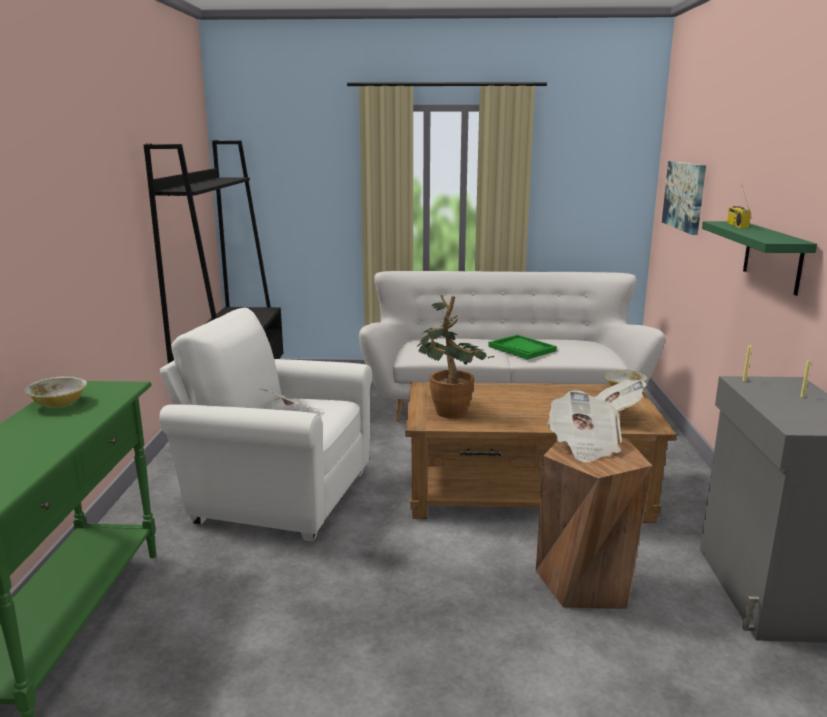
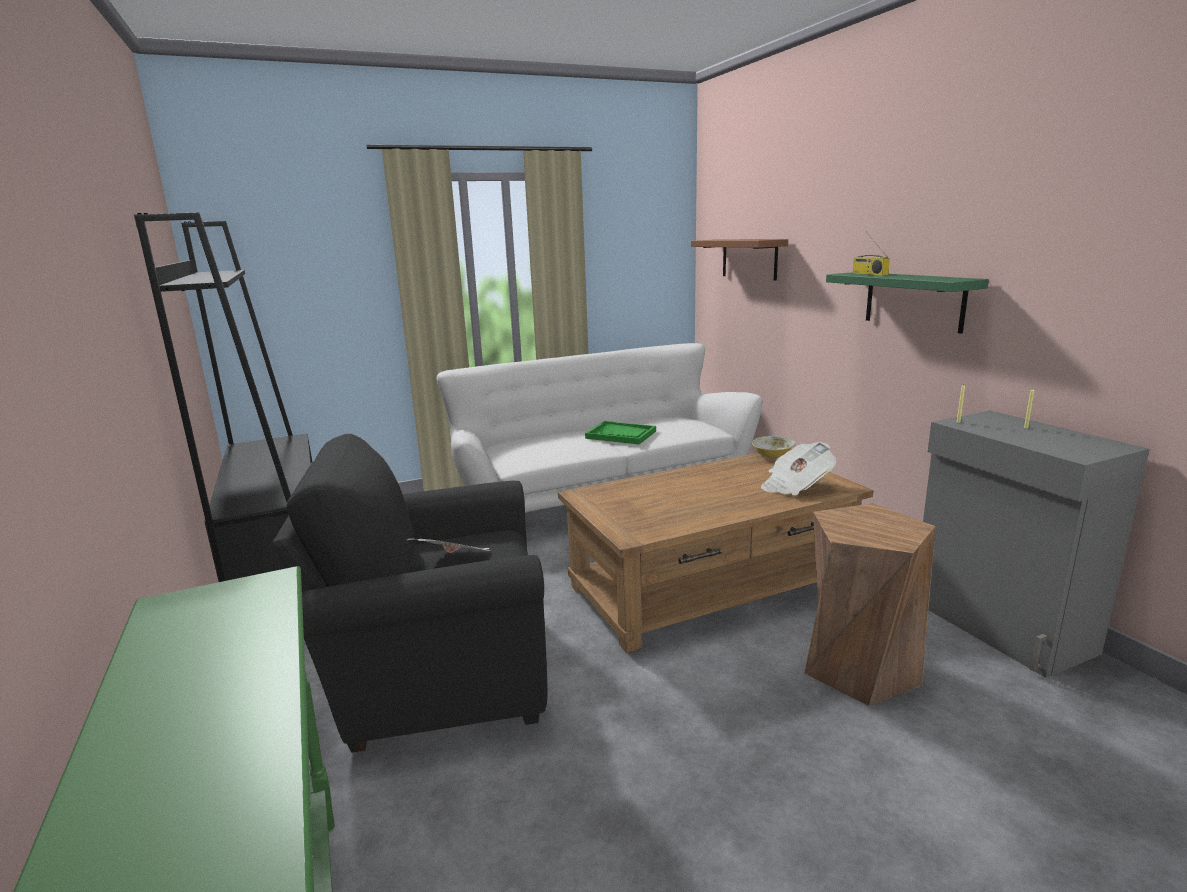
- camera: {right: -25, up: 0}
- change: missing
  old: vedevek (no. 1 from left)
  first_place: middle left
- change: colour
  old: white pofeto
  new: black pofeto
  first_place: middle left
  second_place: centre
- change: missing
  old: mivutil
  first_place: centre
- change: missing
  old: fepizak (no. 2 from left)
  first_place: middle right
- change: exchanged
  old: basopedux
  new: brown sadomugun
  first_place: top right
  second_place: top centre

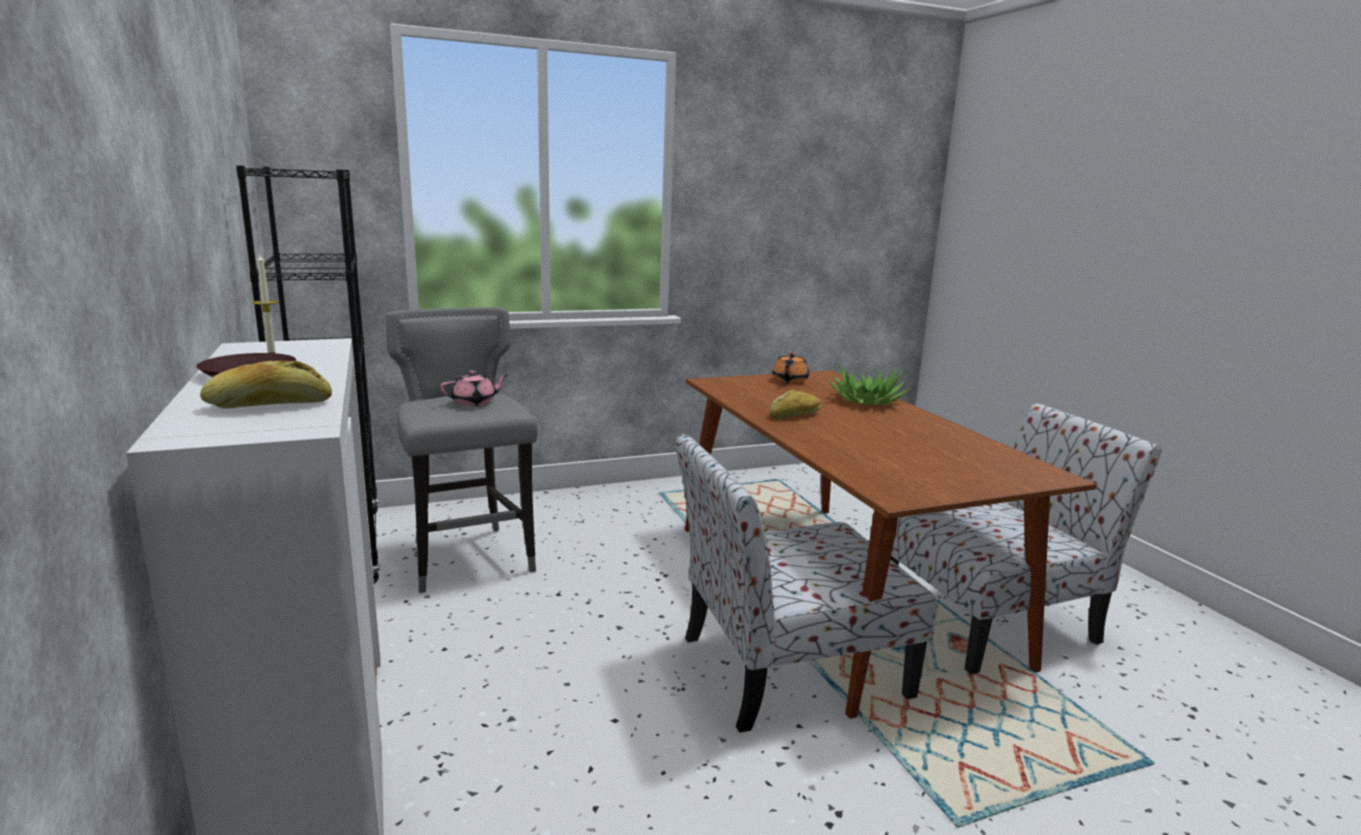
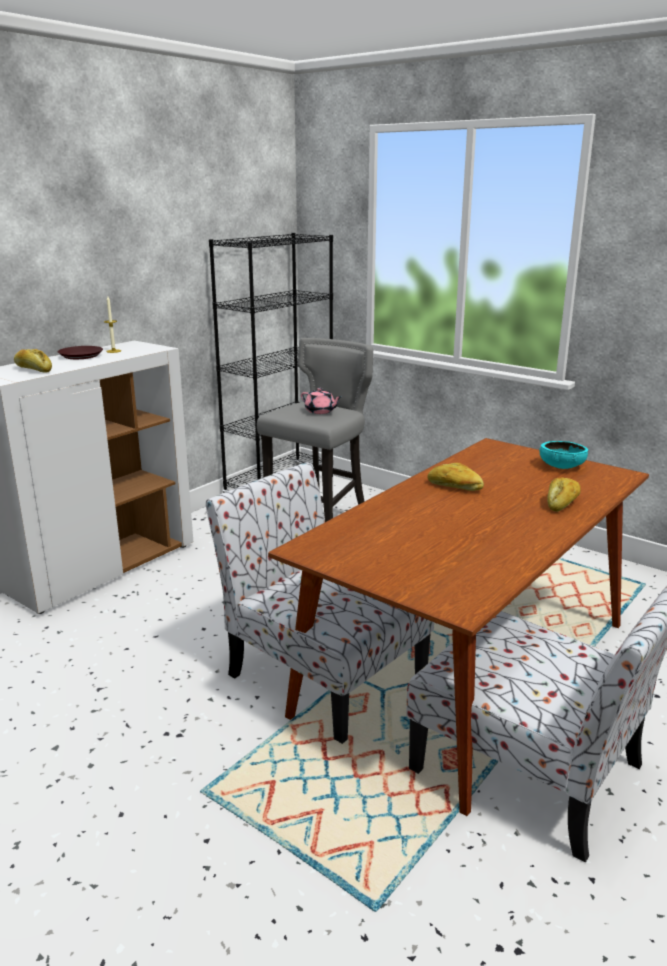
- camera: {right: 60, up: 5}
- change: exchanged
  old: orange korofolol
  new: turquoise vedevek
  first_place: centre
  second_place: middle right
- change: exchanged
  old: mivutil
  new: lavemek (no. 3 from left)
  first_place: centre
  second_place: middle right

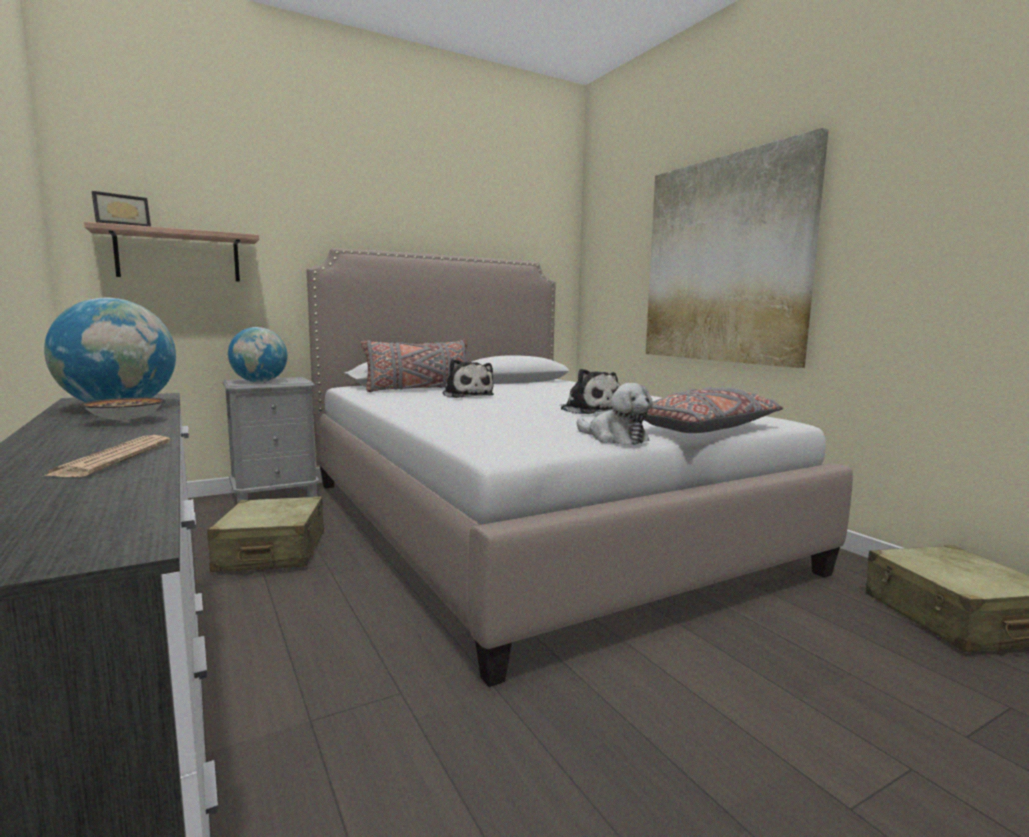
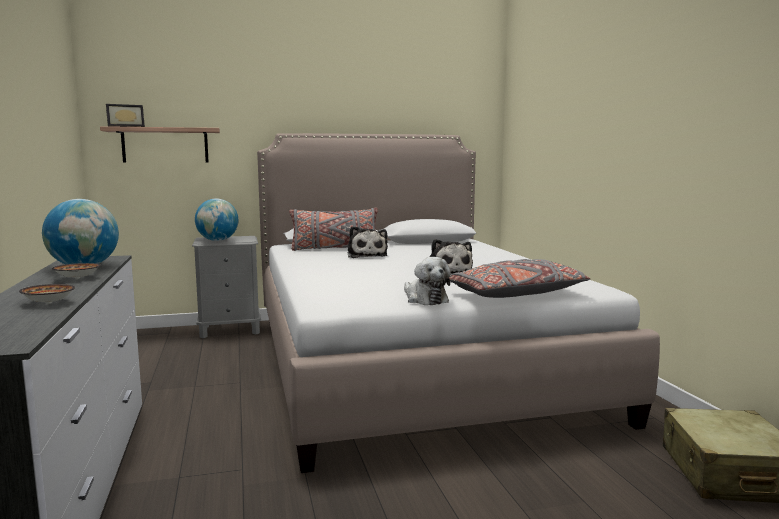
- camera: {right: 15, up: 0}
- change: exchanged
  old: fepizak
  new: vedevek (no. 1 from left)
  first_place: middle left
  second_place: middle left
- change: missing
  old: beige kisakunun (no. 1 from left)
  first_place: middle left
- change: missing
  old: basopedux
  first_place: top right

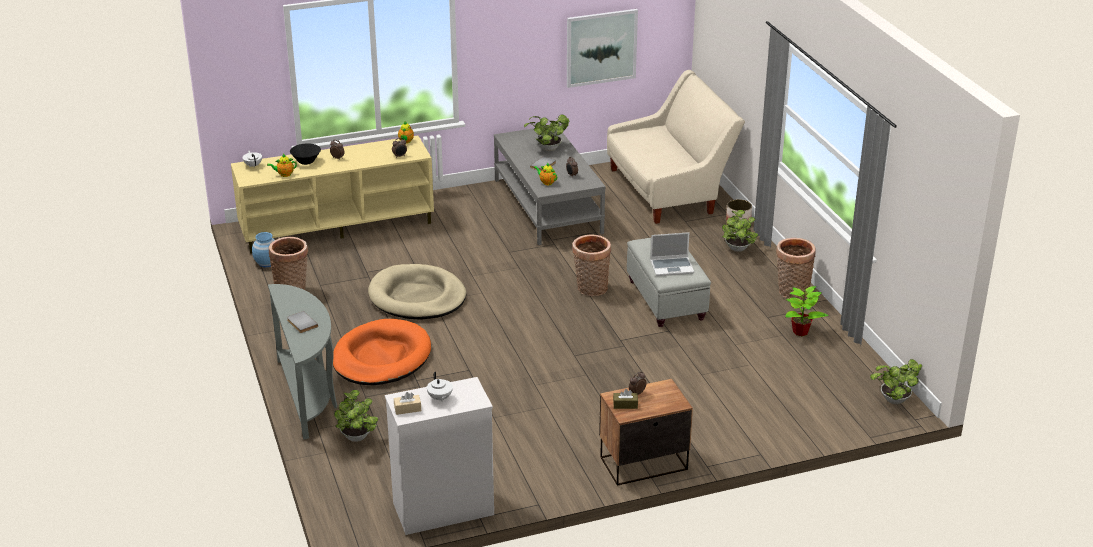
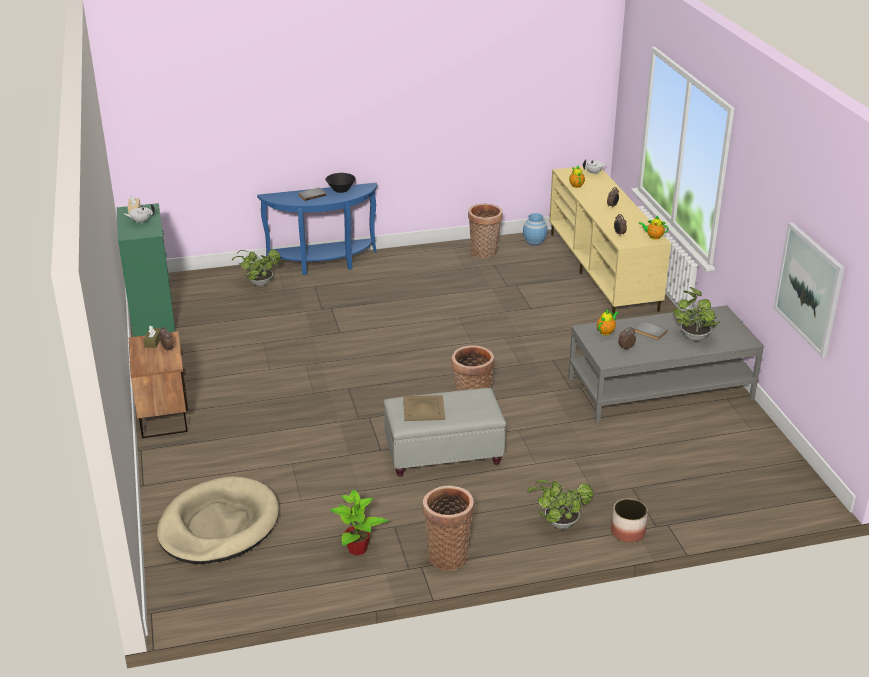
- camera: {right: 95, up: 0}
- change: colour
  old: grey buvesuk
  new: blue buvesuk
  first_place: middle left
  second_place: centre
- change: relocated
  old: black vedevek
  first_place: top left
  second_place: top centre
- change: missing
  old: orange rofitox
  first_place: centre
- change: relocated
  old: beige rofitox
  first_place: centre
  second_place: bottom left
- change: colour
  old: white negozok
  new: green negozok
  first_place: bottom centre
  second_place: middle left
- change: missing
  old: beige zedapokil
  first_place: top centre
- change: exchanged
  old: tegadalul
  new: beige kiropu
  first_place: centre
  second_place: centre
- change: missing
  old: mivutil (no. 5 from left)
  first_place: bottom right

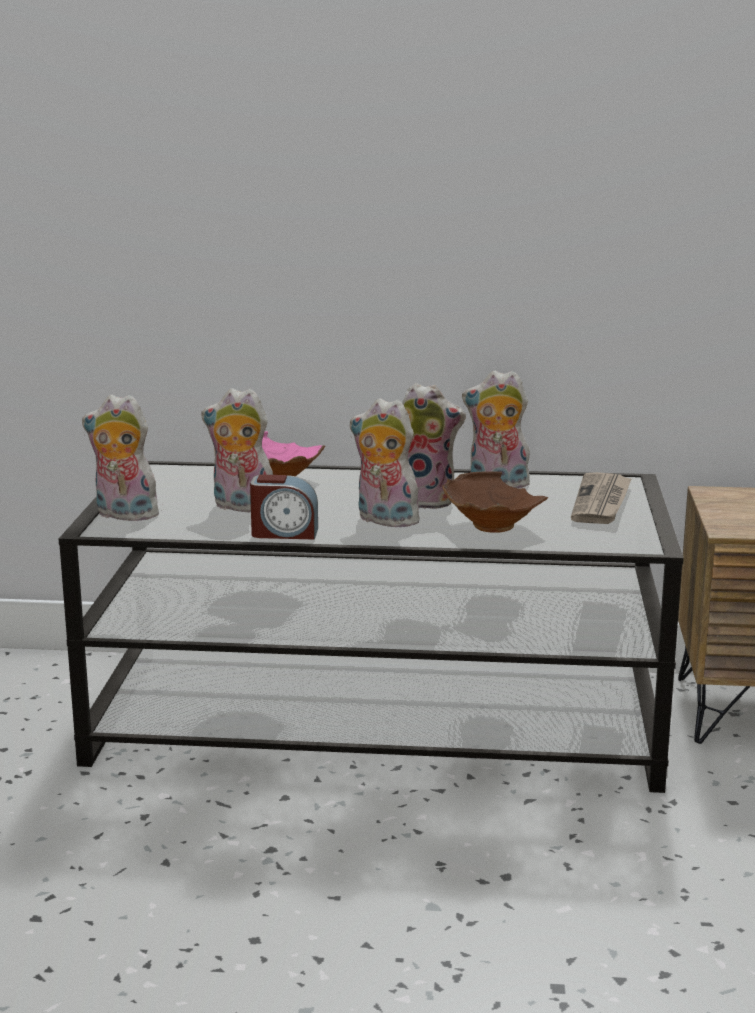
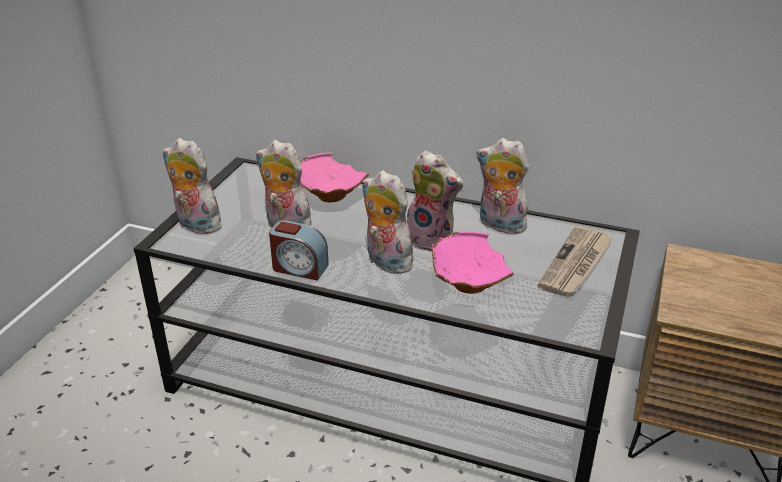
- camera: {right: 15, up: 15}
- change: colour
  old: brown vedevek
  new: pink vedevek (no. 2 from left)
  first_place: centre
  second_place: centre

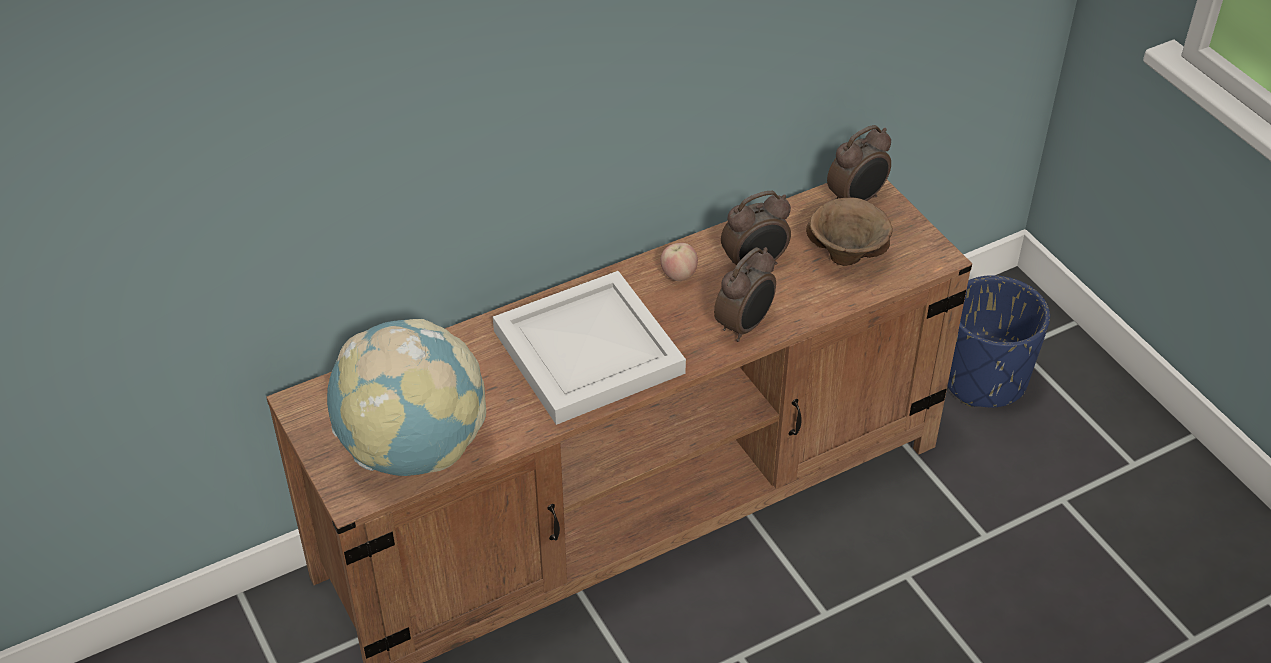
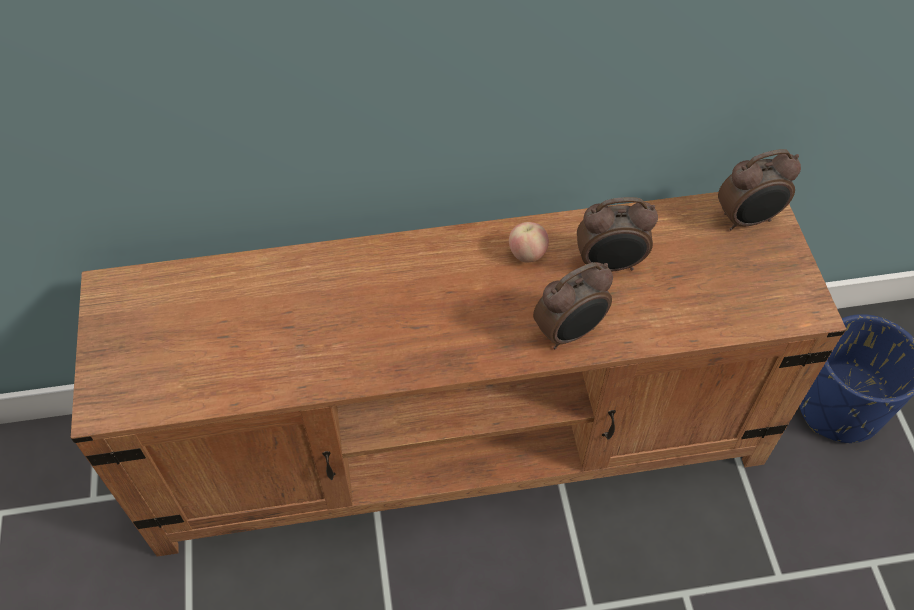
- camera: {right: 20, up: 10}
- change: missing
  old: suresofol
  first_place: middle left
- change: missing
  old: white kiropu
  first_place: centre
- change: missing
  old: brown vedevek
  first_place: middle right

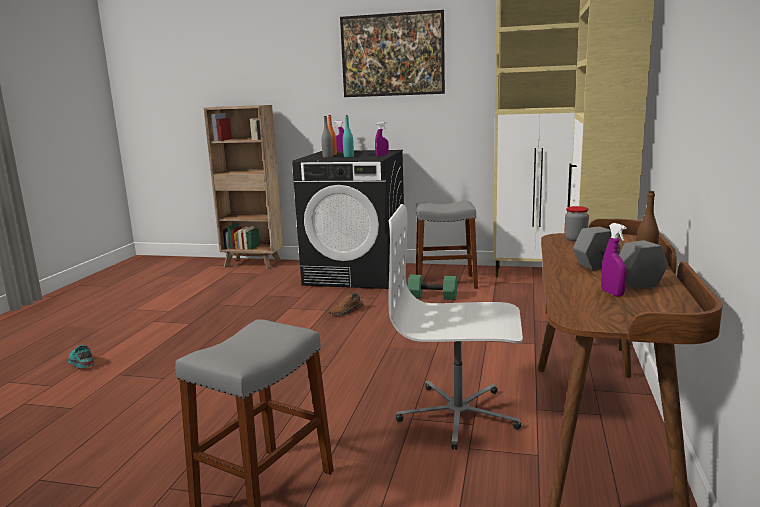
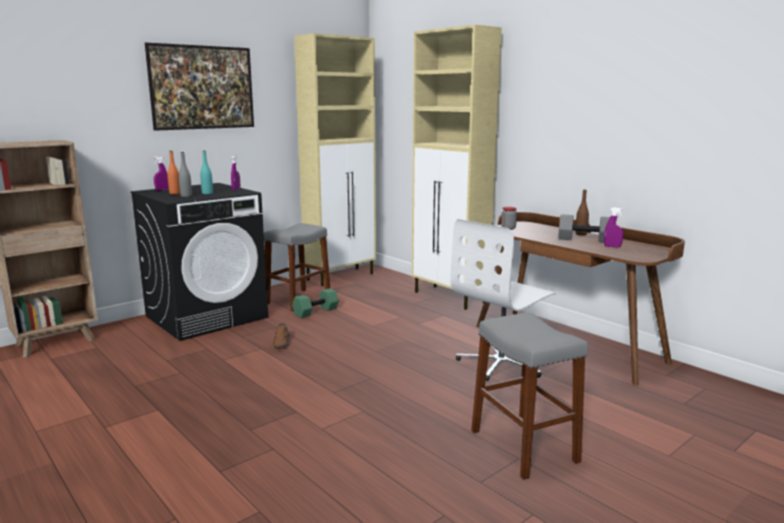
- camera: {right: -55, up: 0}
- change: missing
  old: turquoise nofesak
  first_place: bottom left

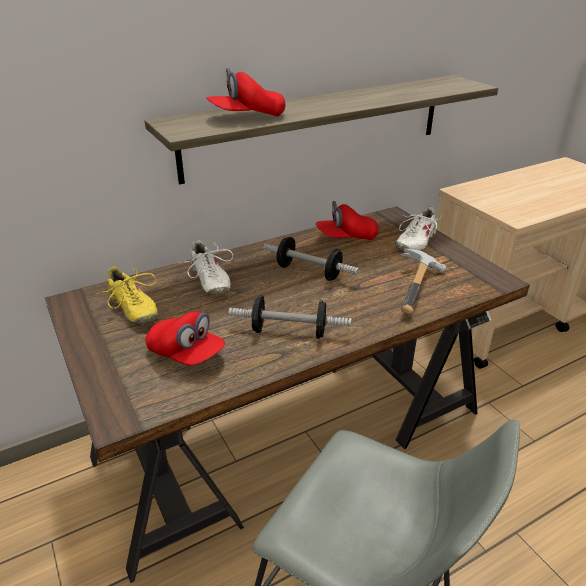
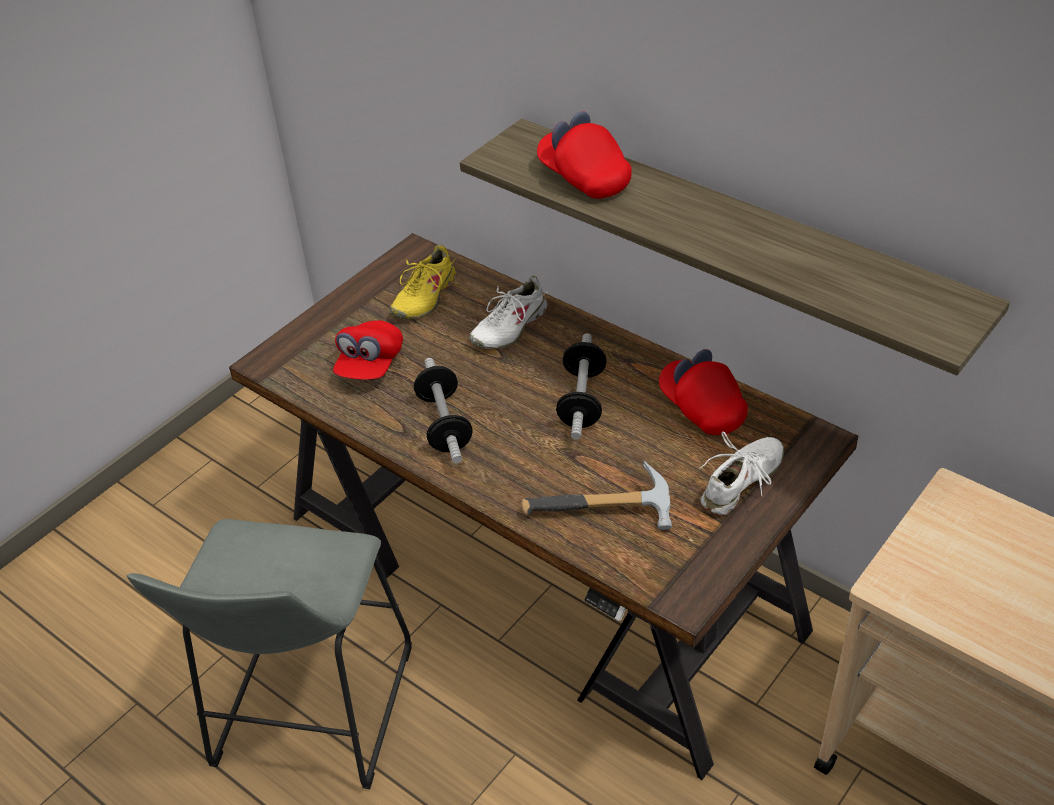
- camera: {right: 70, up: 10}
- change: spun
  old: white nofesak (no. 2 from left)
  first_place: middle right
  second_place: middle right
  degrees: 120

